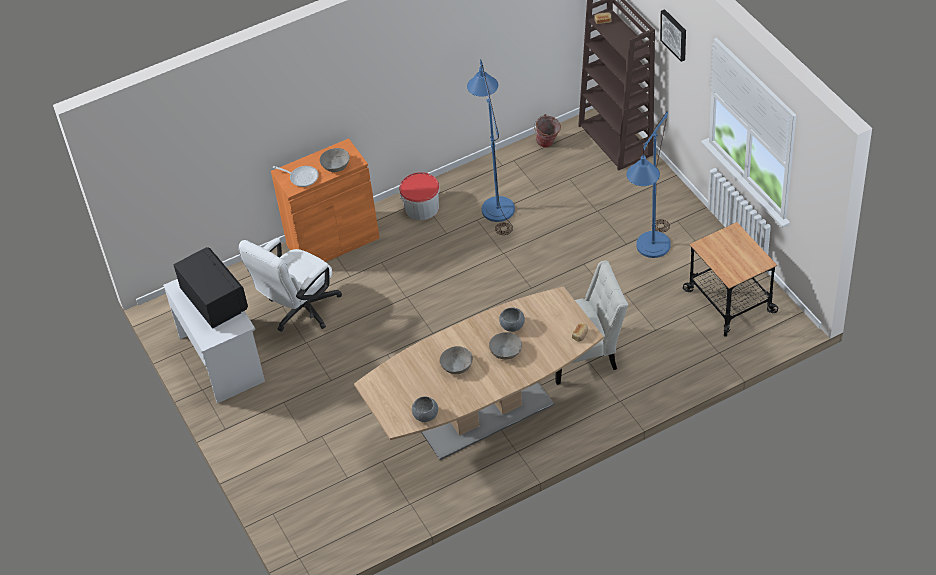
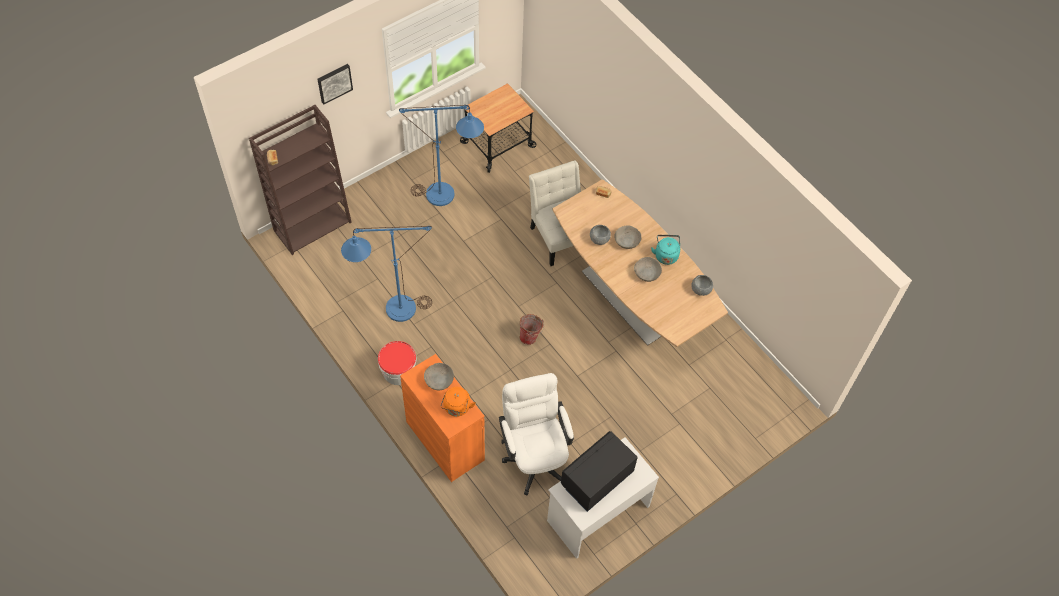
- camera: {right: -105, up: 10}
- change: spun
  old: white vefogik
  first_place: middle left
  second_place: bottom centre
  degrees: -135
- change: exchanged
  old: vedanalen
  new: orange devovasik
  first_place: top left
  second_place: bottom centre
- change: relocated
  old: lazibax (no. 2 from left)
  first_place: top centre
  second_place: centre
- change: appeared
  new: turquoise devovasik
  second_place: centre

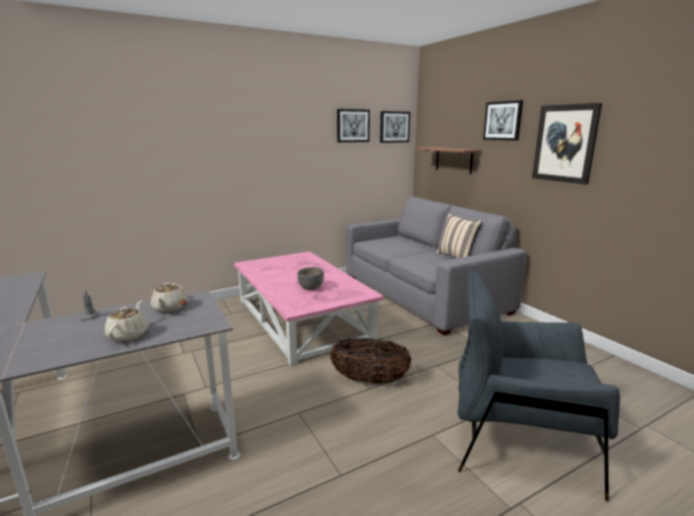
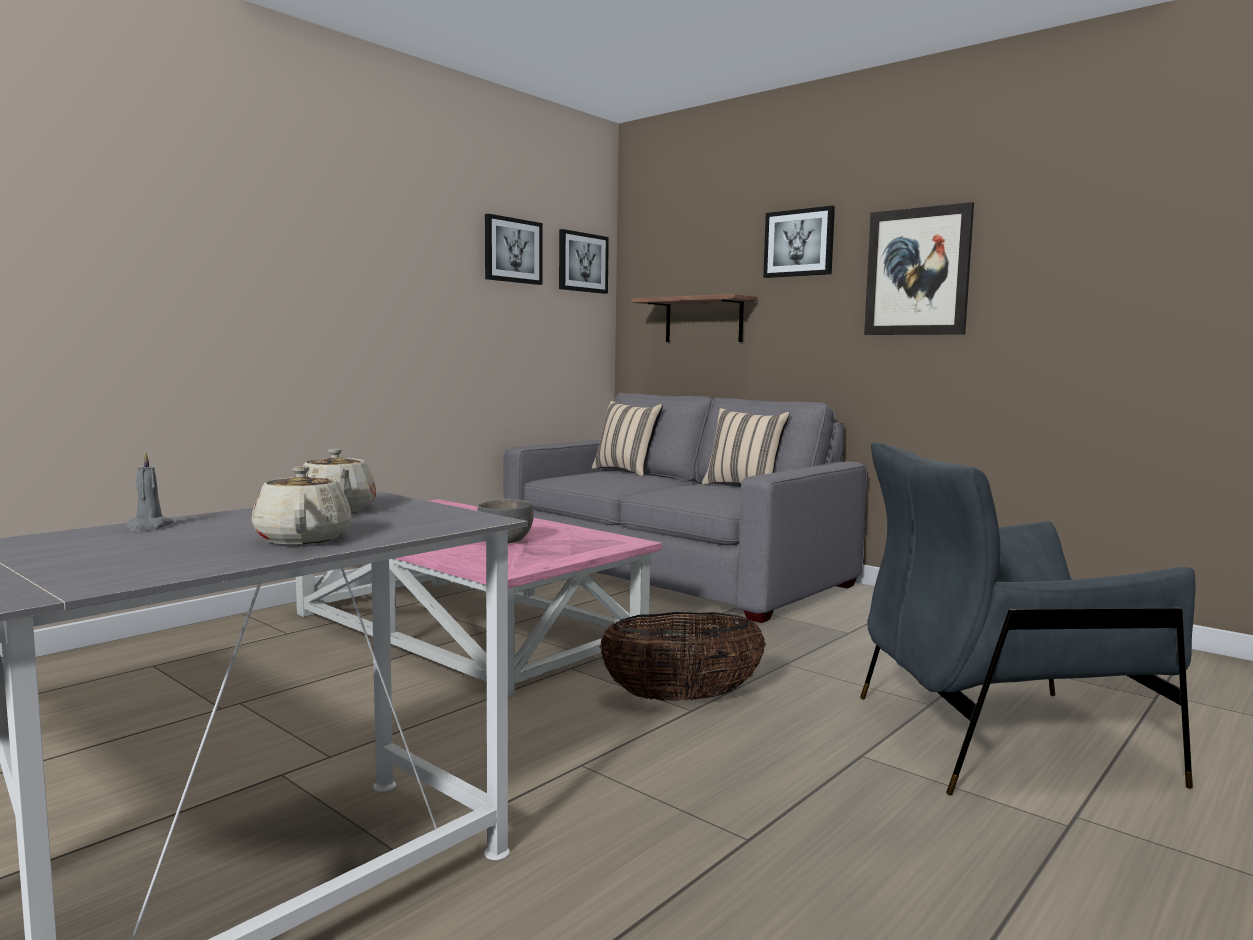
- camera: {right: -20, up: -10}
- change: appeared
  new: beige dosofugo (no. 1 from left)
  second_place: centre

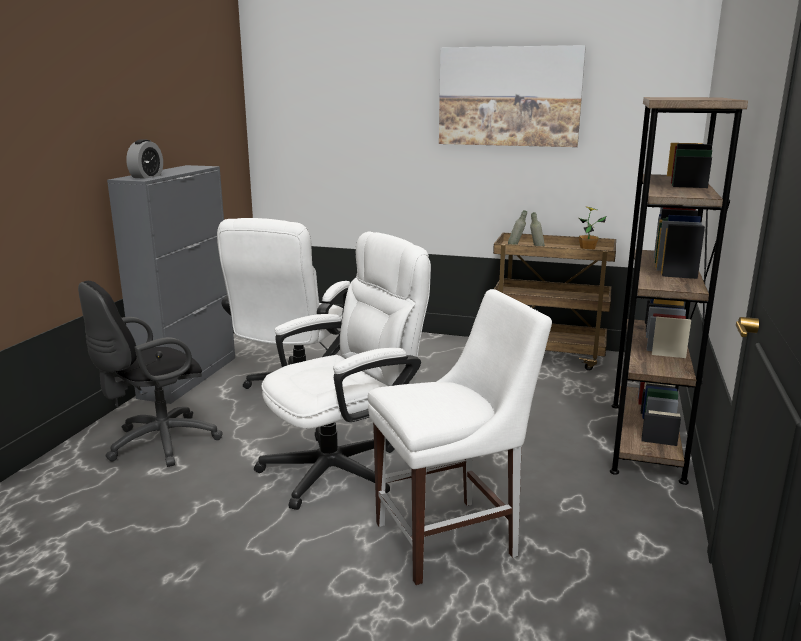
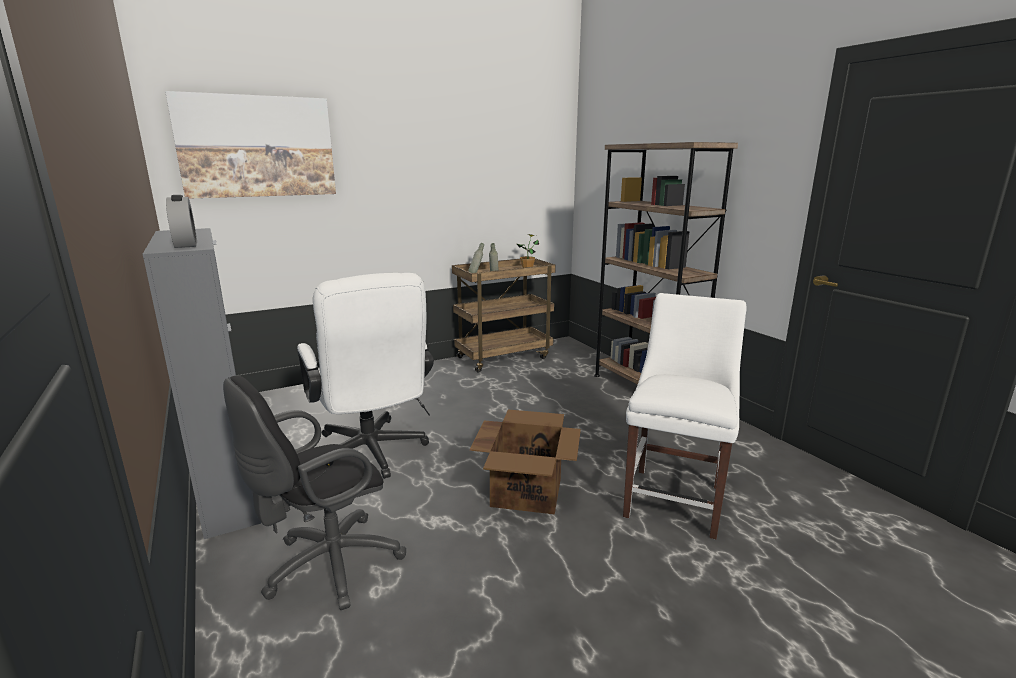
- camera: {right: -45, up: 0}
- change: spun
  old: black vefogik
  first_place: middle left
  second_place: bottom left
  degrees: 45
- change: exchanged
  old: white vefogik (no. 2 from left)
  new: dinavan
  first_place: centre
  second_place: bottom centre
- change: relocated
  old: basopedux
  first_place: top centre
  second_place: top left

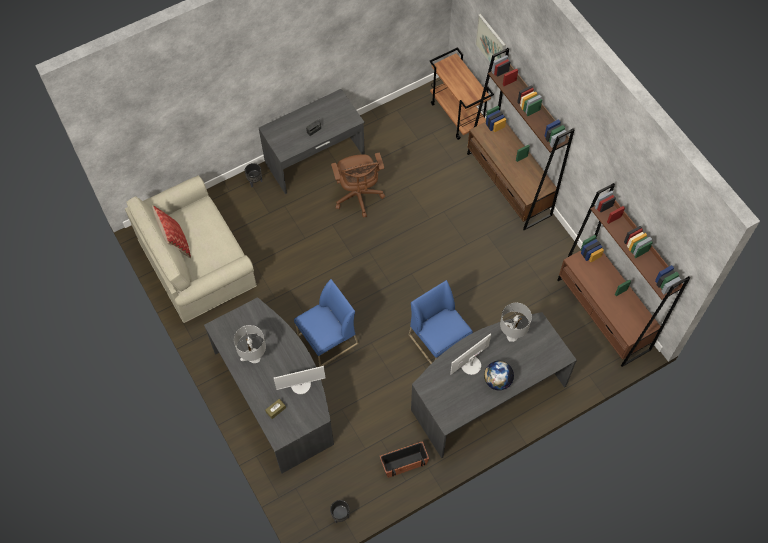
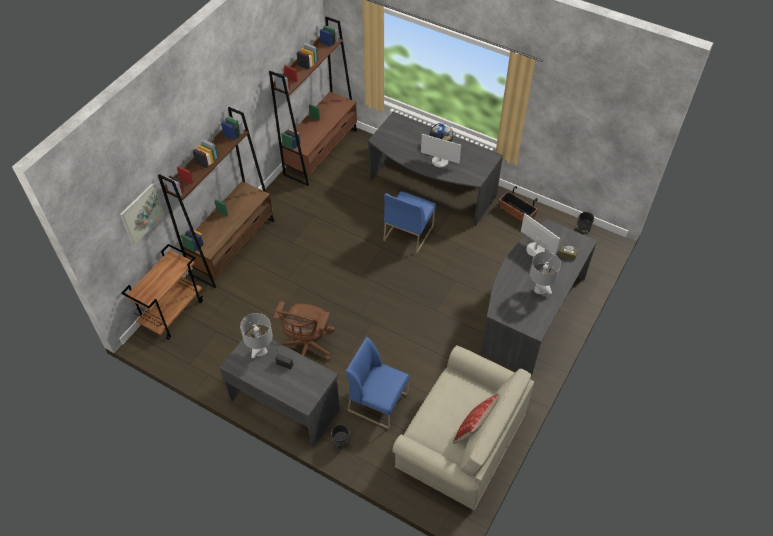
- camera: {right: -120, up: -10}
- change: relocated
  old: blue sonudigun (no. 1 from left)
  first_place: centre
  second_place: bottom centre
- change: spun
  old: brown vefogik
  first_place: centre
  second_place: centre
  degrees: 150
- change: relocated
  old: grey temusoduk (no. 2 from left in the first image)
  new: grey temusoduk (no. 1 from left)
  first_place: middle right
  second_place: middle left

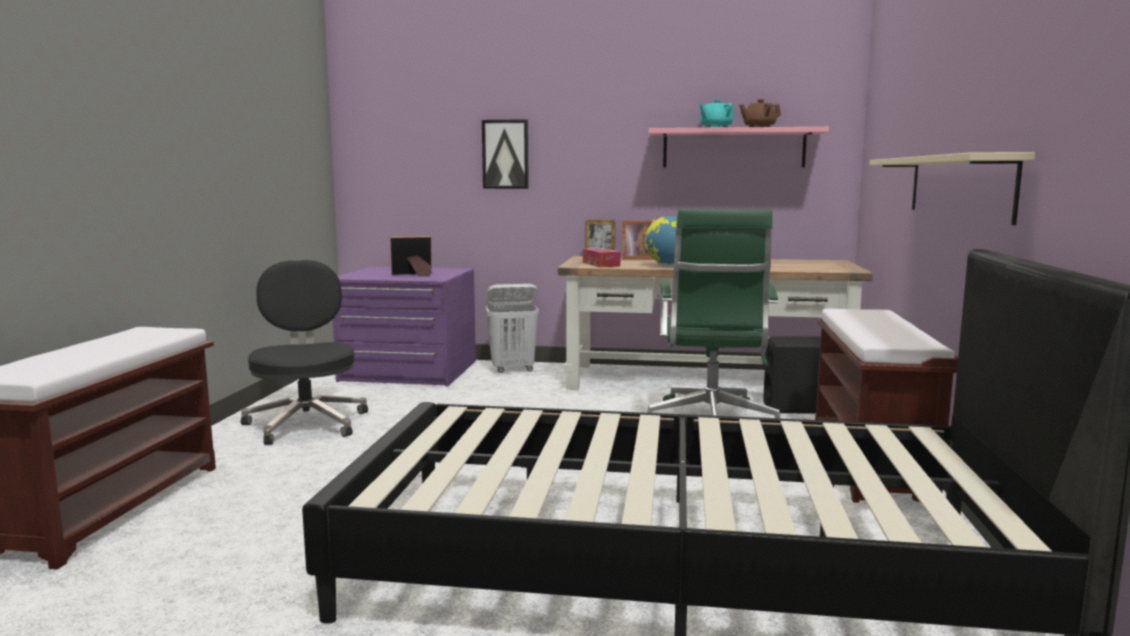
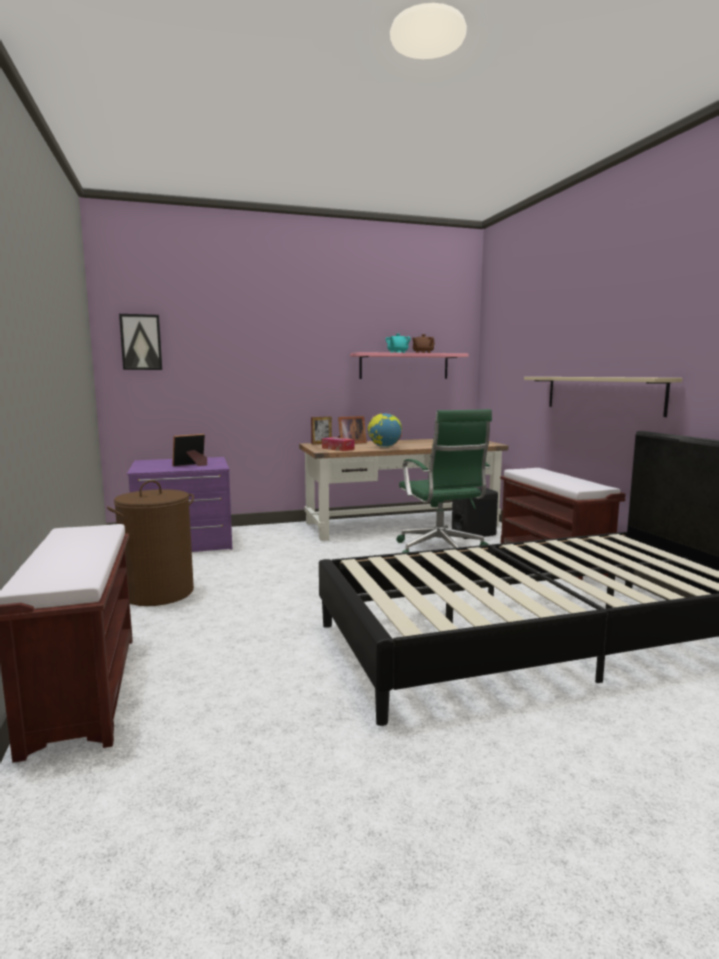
- camera: {right: -25, up: 0}
- change: exchanged
  old: black vefogik
  new: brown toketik
  first_place: middle left
  second_place: middle left
- change: relocated
  old: basopedux
  first_place: top centre
  second_place: middle left
- change: missing
  old: white toketik
  first_place: centre

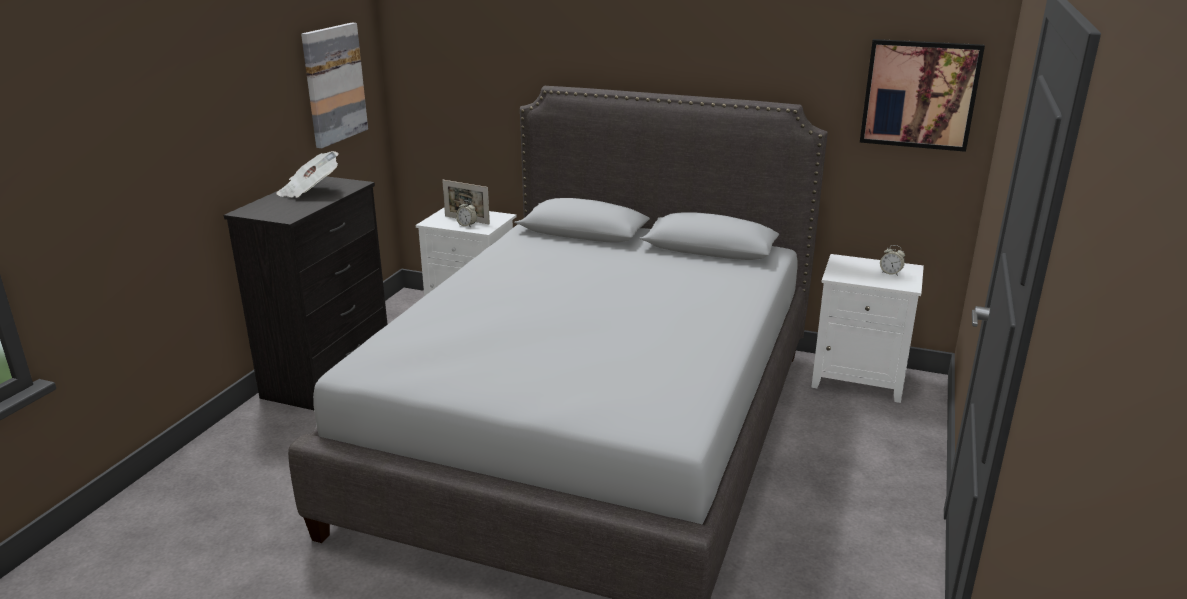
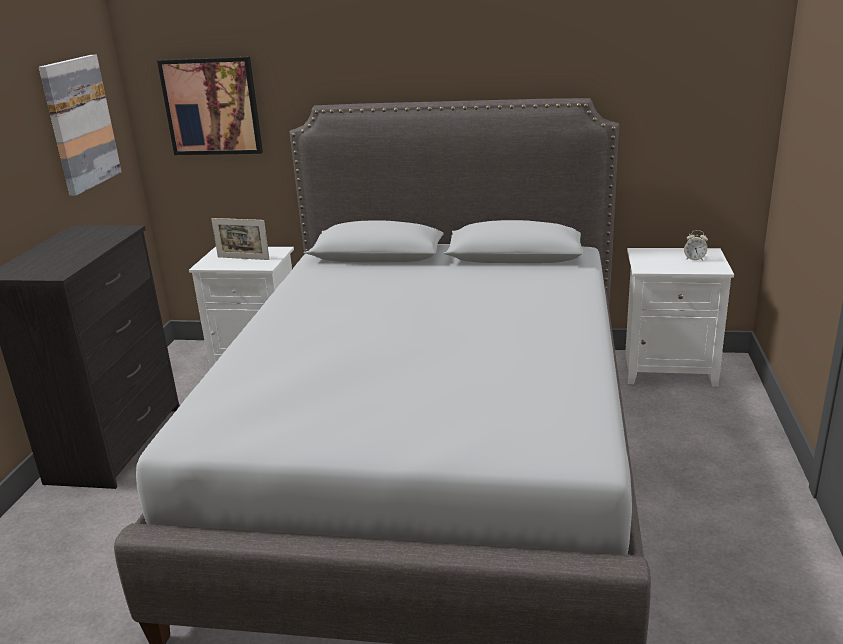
- camera: {right: -10, up: 0}
- change: missing
  old: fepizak
  first_place: top left
- change: missing
  old: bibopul (no. 1 from left)
  first_place: centre
- change: relocated
  old: basopedux (no. 2 from left)
  first_place: top right
  second_place: top left

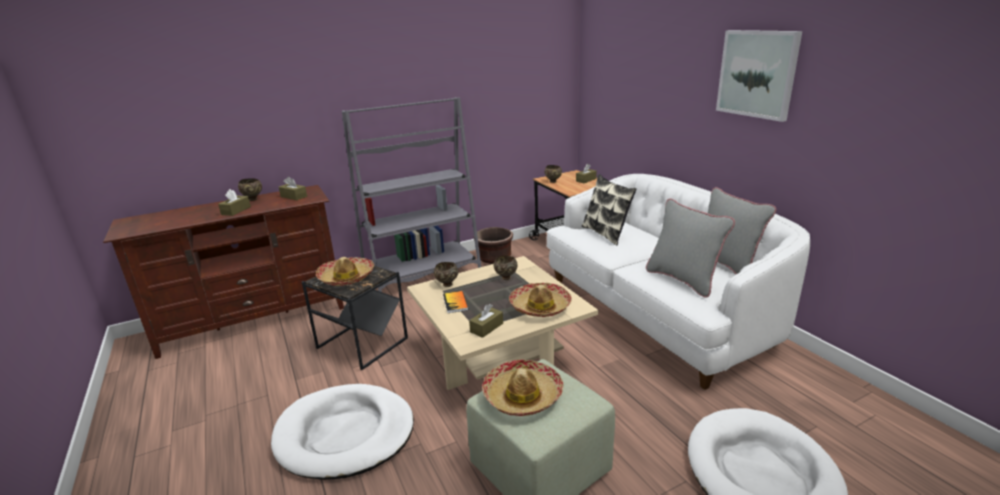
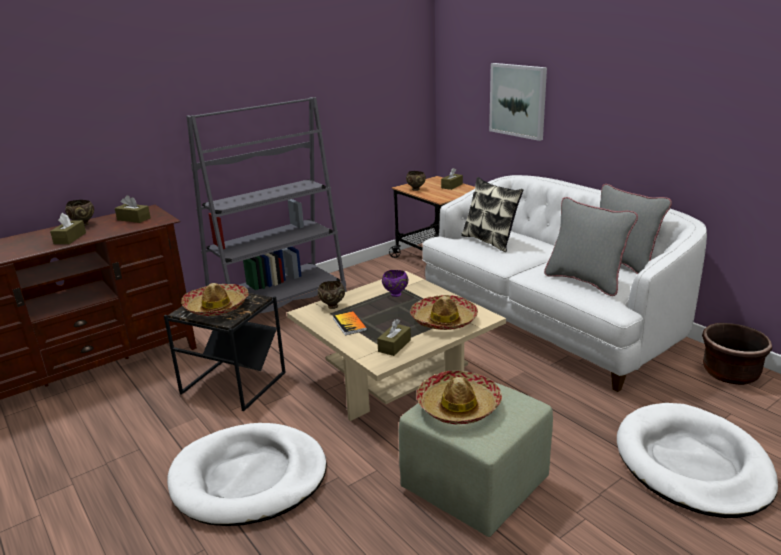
- camera: {right: -10, up: 0}
- change: relocated
  old: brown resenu
  first_place: centre
  second_place: middle right
- change: colour
  old: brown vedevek (no. 3 from left)
  new: purple vedevek
  first_place: centre
  second_place: centre
- change: relocated
  old: basopedux
  first_place: top right
  second_place: top centre

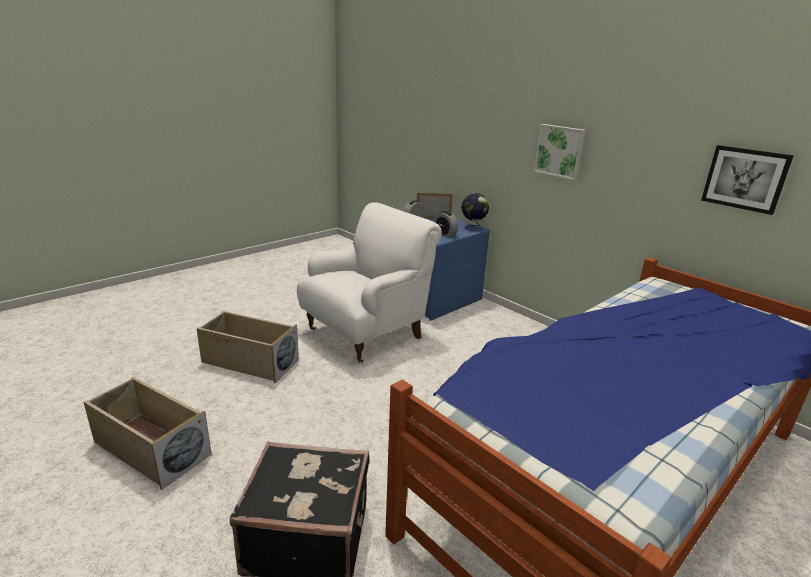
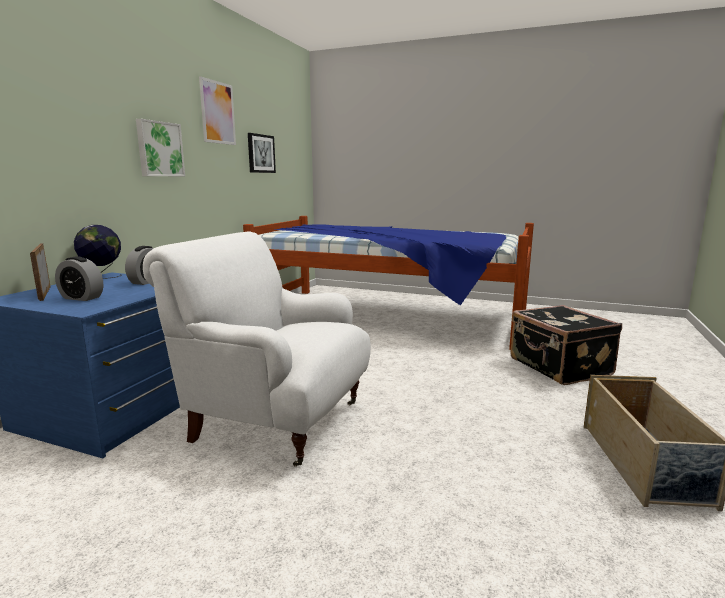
- camera: {right: -115, up: -10}
- change: missing
  old: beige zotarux (no. 2 from left)
  first_place: middle left
- change: appeared
  new: basopedux (no. 2 from left)
  second_place: top left

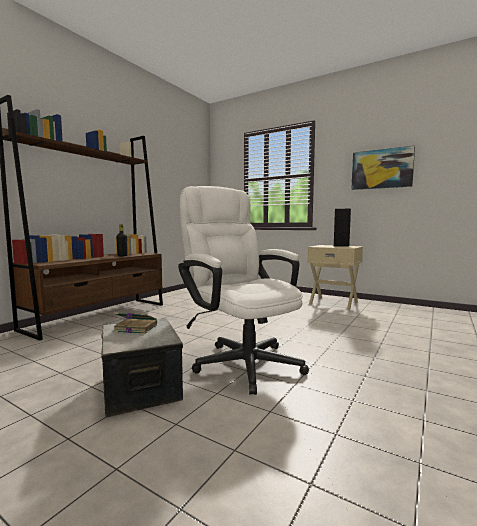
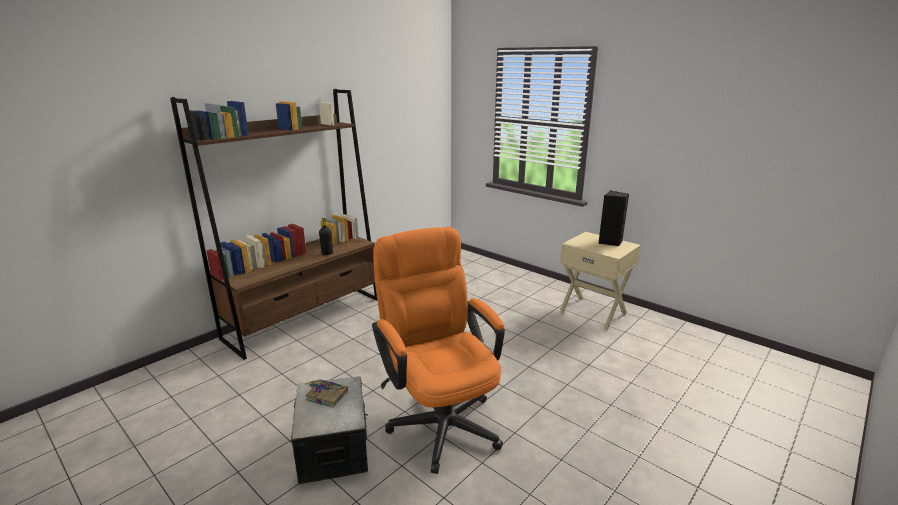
- camera: {right: 10, up: 15}
- change: colour
  old: white vefogik
  new: orange vefogik
  first_place: centre
  second_place: bottom centre
- change: missing
  old: basopedux
  first_place: top right

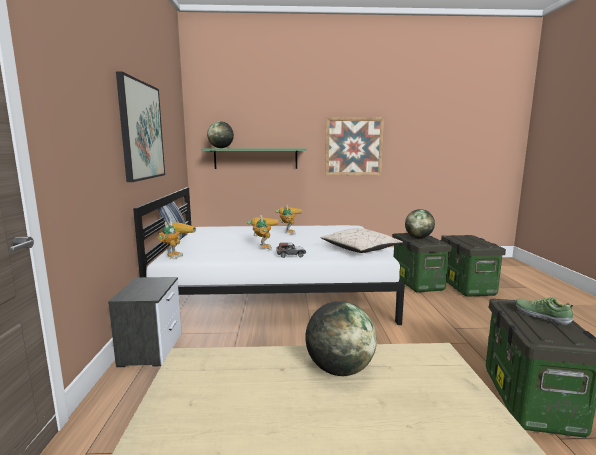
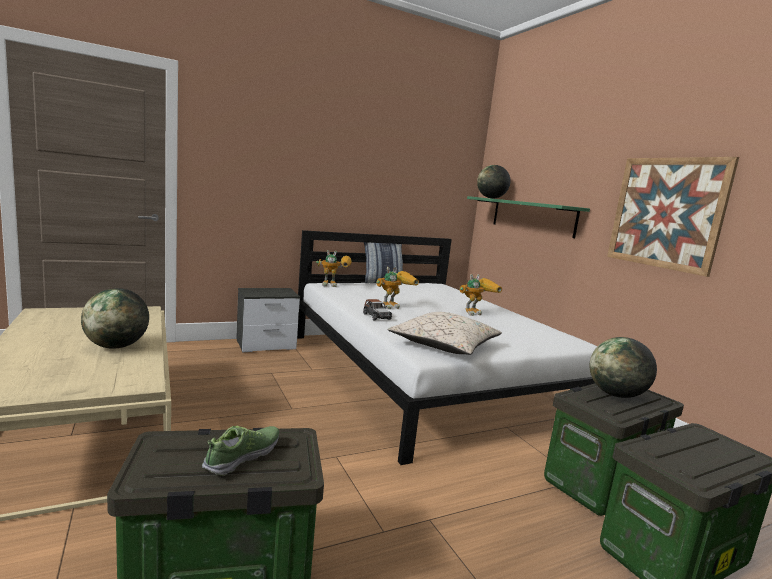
- camera: {right: 65, up: 0}
- change: missing
  old: basopedux (no. 1 from left)
  first_place: top left

